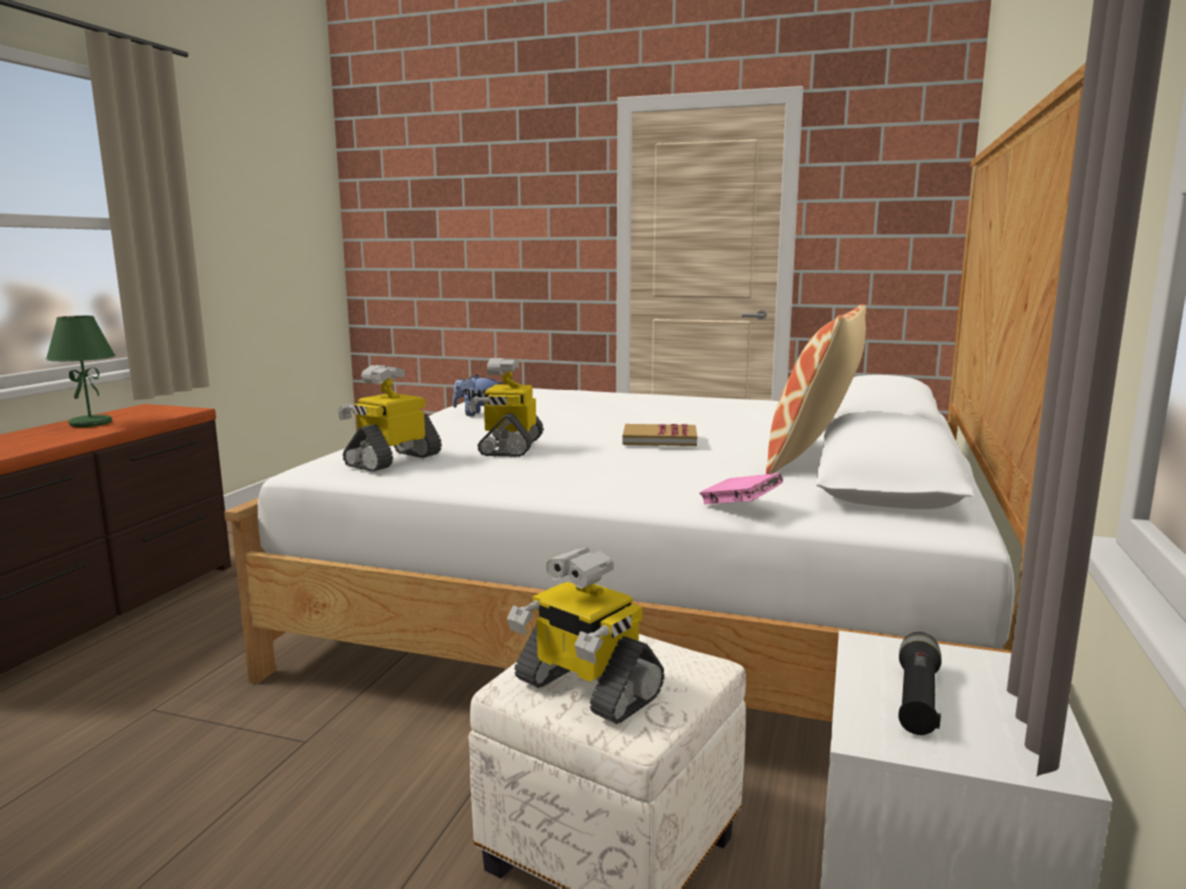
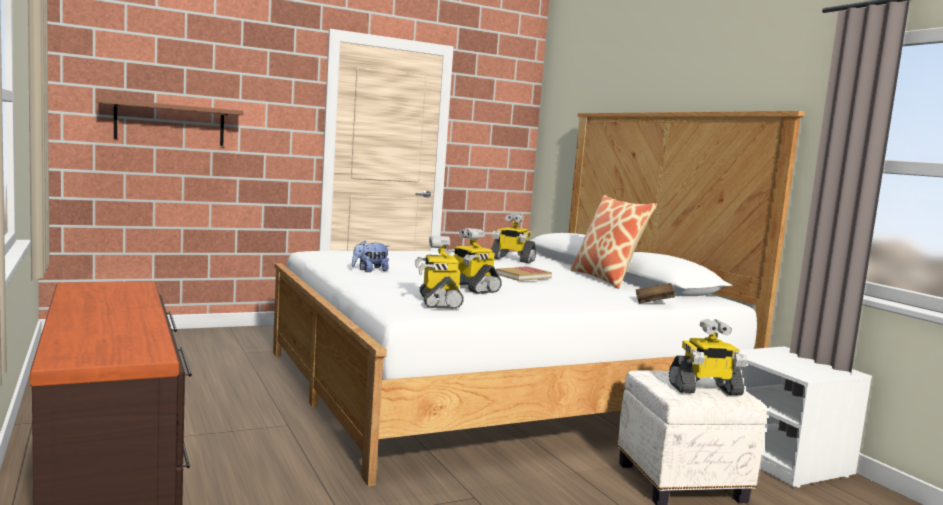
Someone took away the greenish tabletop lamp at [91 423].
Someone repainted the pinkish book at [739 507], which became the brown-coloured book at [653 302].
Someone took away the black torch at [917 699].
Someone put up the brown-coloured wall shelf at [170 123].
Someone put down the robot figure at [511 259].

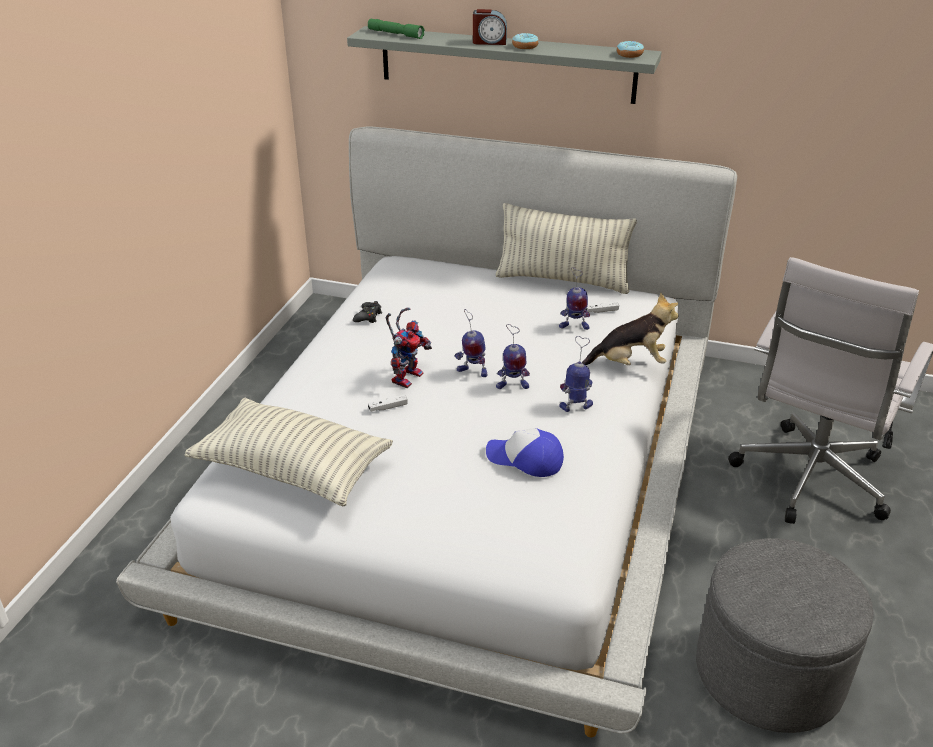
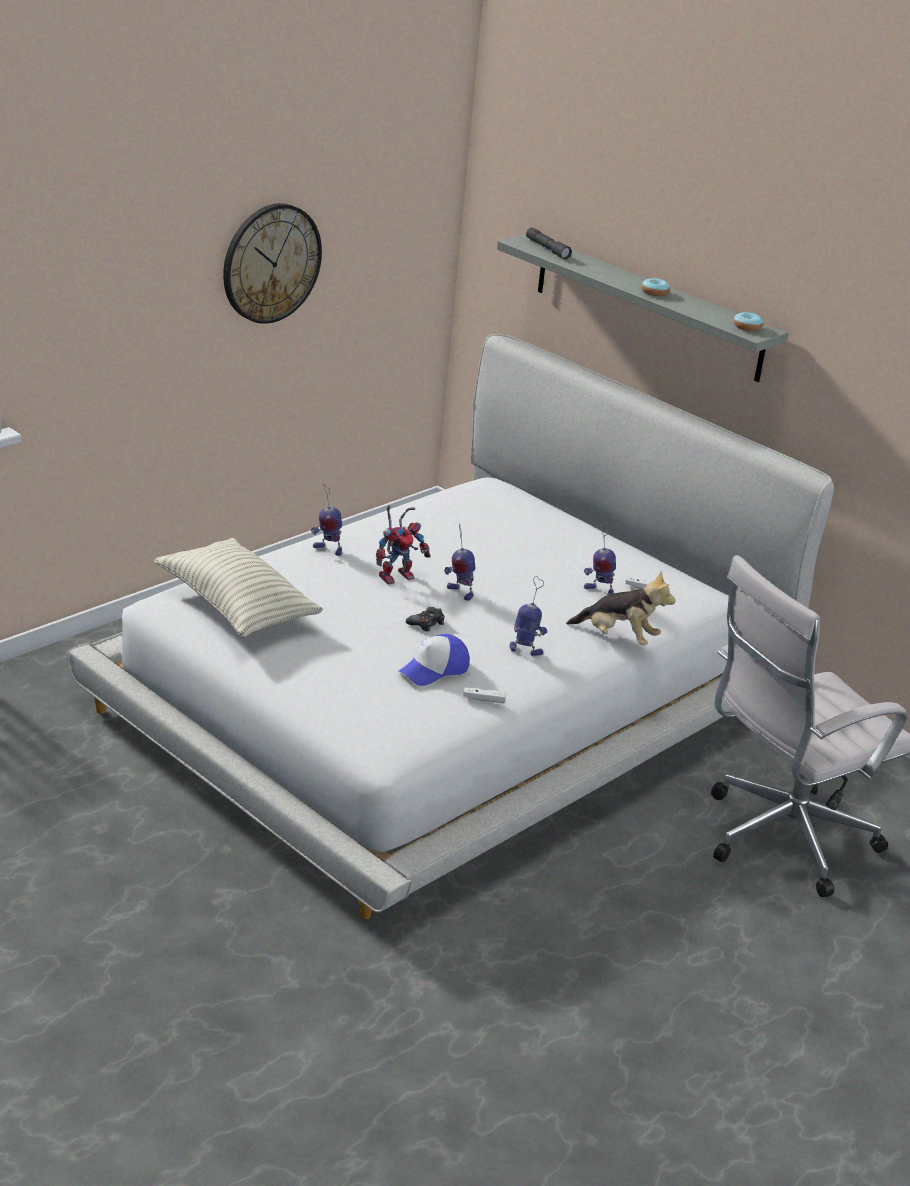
Someone took away the alarm clock at [489 42].
Someone repainted the greenish torch at [395 34], which became the greyish torch at [547 249].
Someone took away the pillow at [563 280].
Someone carried the black gamepad from [368 317] to [426 623].
Someone carried the robot figure from [512 386] to [327 550].
Someone carried the whitish gamepad from [388 407] to [483 699].
Someone rotated the cap at [525 459] by 90 degrees counterclockwise.
Someone took away the greyish pouffe at [768 672].
Someone put up the clock on the wall at [271 263].

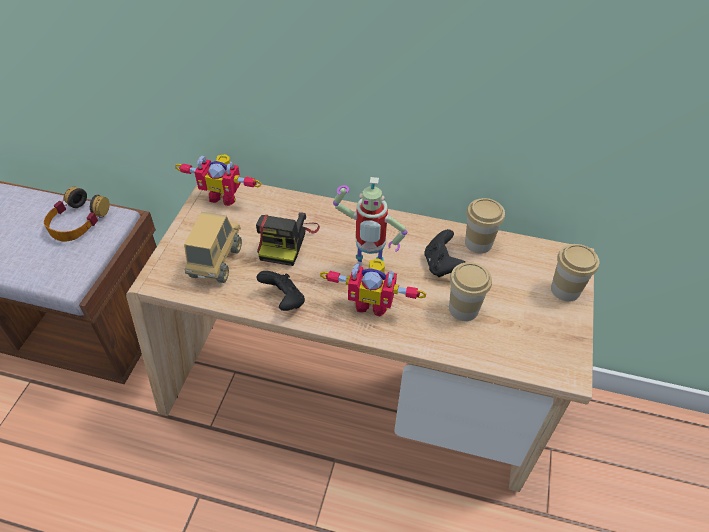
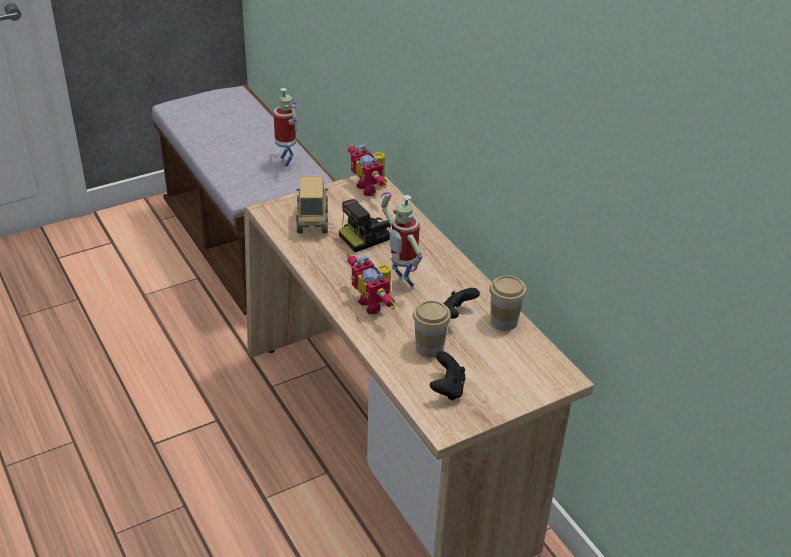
Someone swapped the pair of headphones at [77 221] for the robot figure at [287 164].
Someone rotated the toy lorry at [216 263] by 60 degrees counterclockwise.
Someone took away the drinking cup at [565 290].
Someone carried the black gamepad from [284 301] to [447 389].

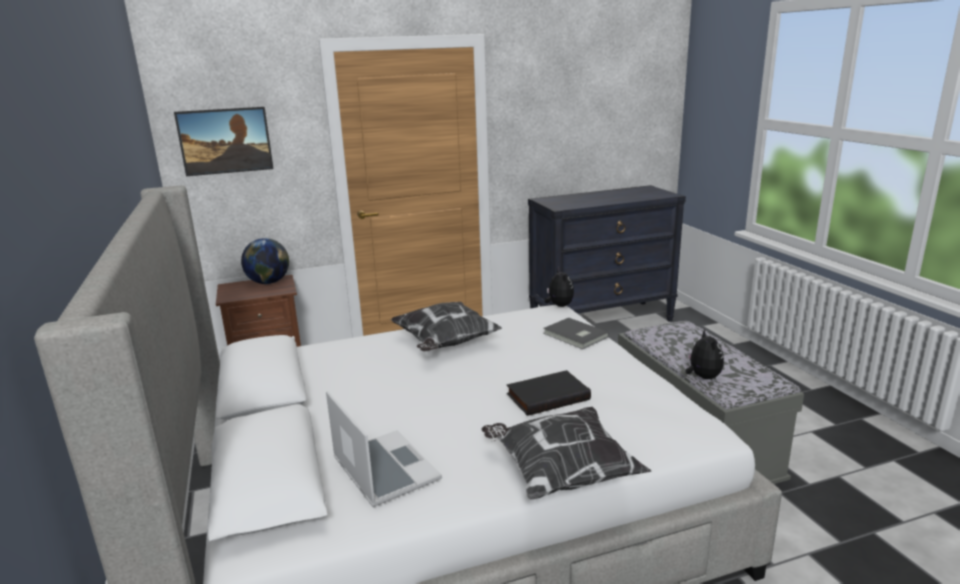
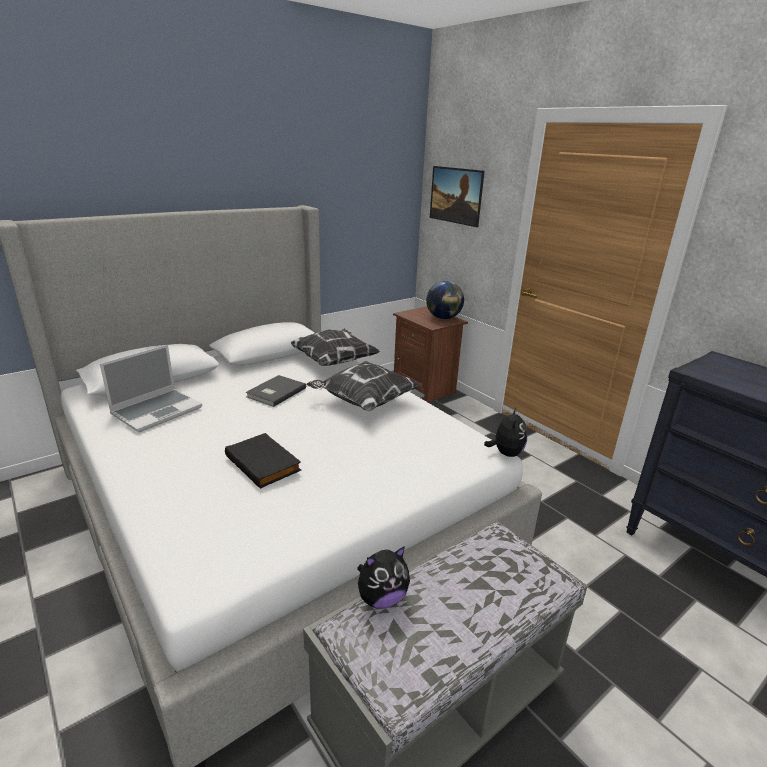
Someone rotated the cuddly toy at [559 306] by 45 degrees counterclockwise.
Someone carried the greyish book from [575 336] to [275 392].
Someone carried the pillow from [560 473] to [334 361].

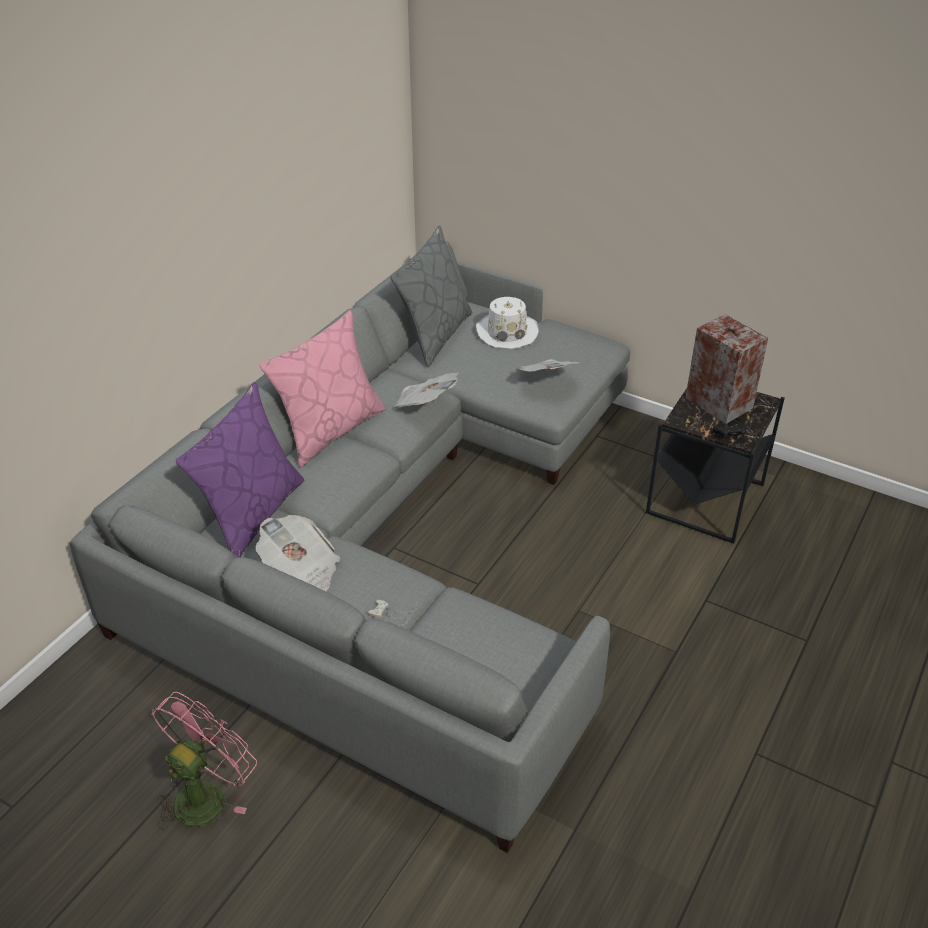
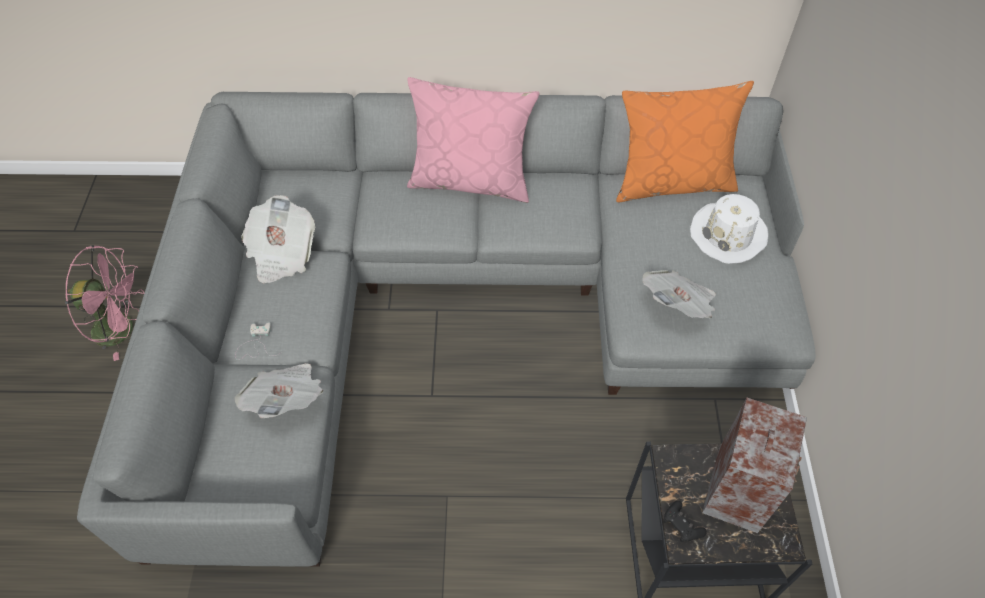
Someone repainted the greyish pillow at [434 335], which became the orange pillow at [672 182].
Someone carried the daily paper from [426 404] to [287 399].
Someone took away the purple-coloured pillow at [252 514].

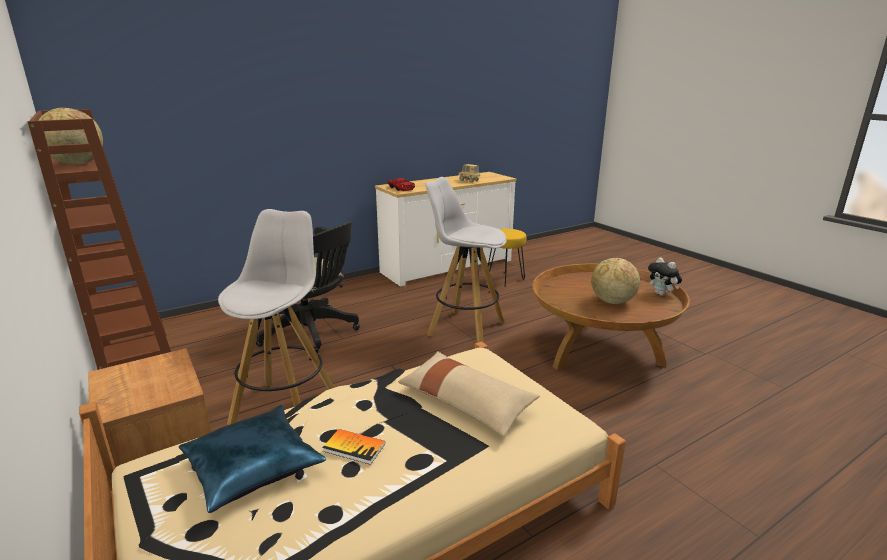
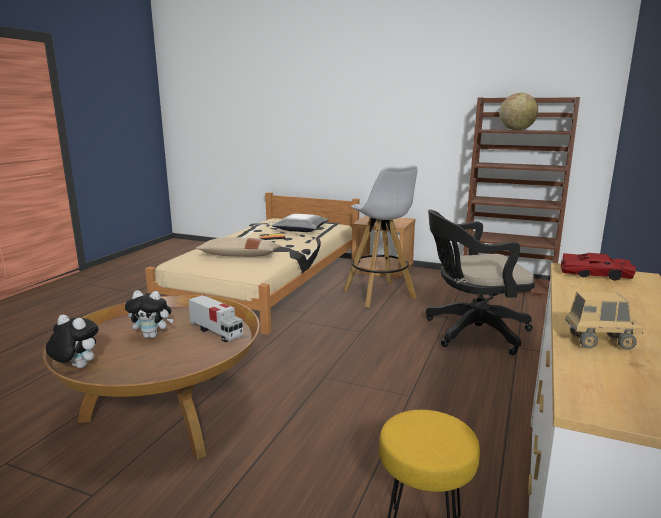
Someone took away the whitish stool at [465 328].
Someone swapped the world globe at [612 301] for the cuddly toy at [152 336].
Someone repainted the blue-coloured pillow at [252 466], which became the greyish pillow at [301 229].
Someone put down the toy lorry at [216 332].

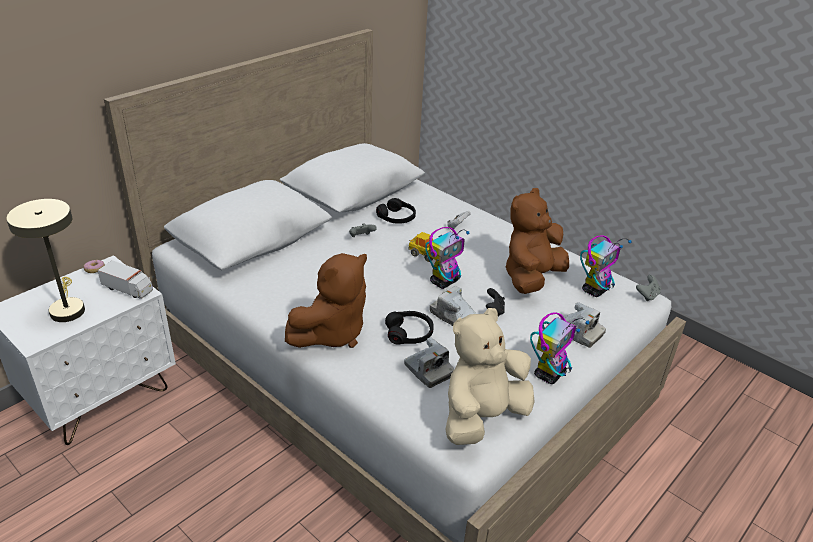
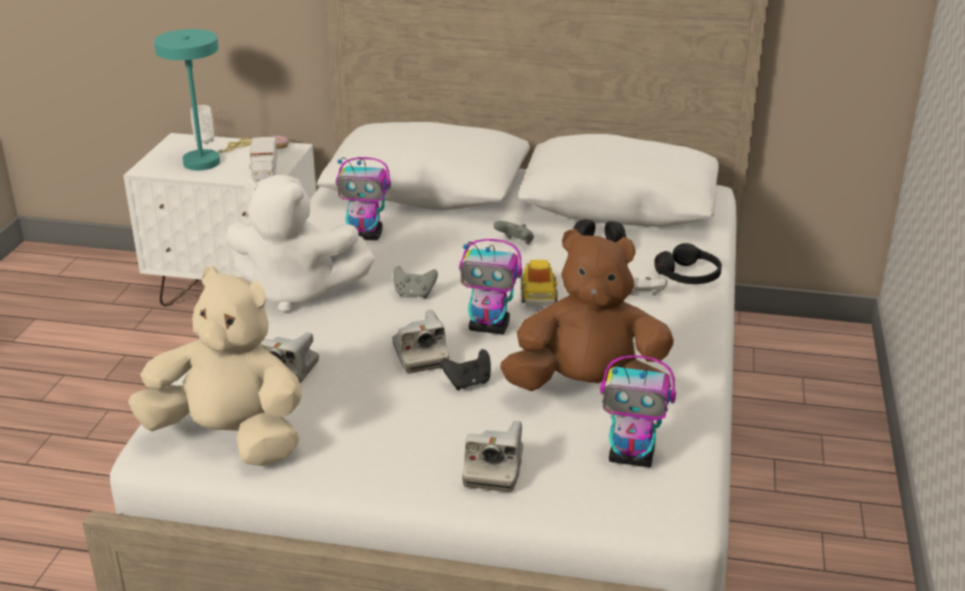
Someone repainted the beige tabletop lamp at [67 308], which became the turquoise tabletop lamp at [207 160].
Someone repainted the brown-coloured cuddly toy at [331 333], which became the whitish cuddly toy at [297 292].
Someone carried the greyish gamepad from [647 296] to [414 294].
Someone rotated the still camera at [452 315] by 150 degrees clockwise.
Someone carried the black pair of headphones from [409 333] to [688 275].
Someone carried the robot figure from [550 374] to [366 235].
Someone put down the drinking cup at [204 141].

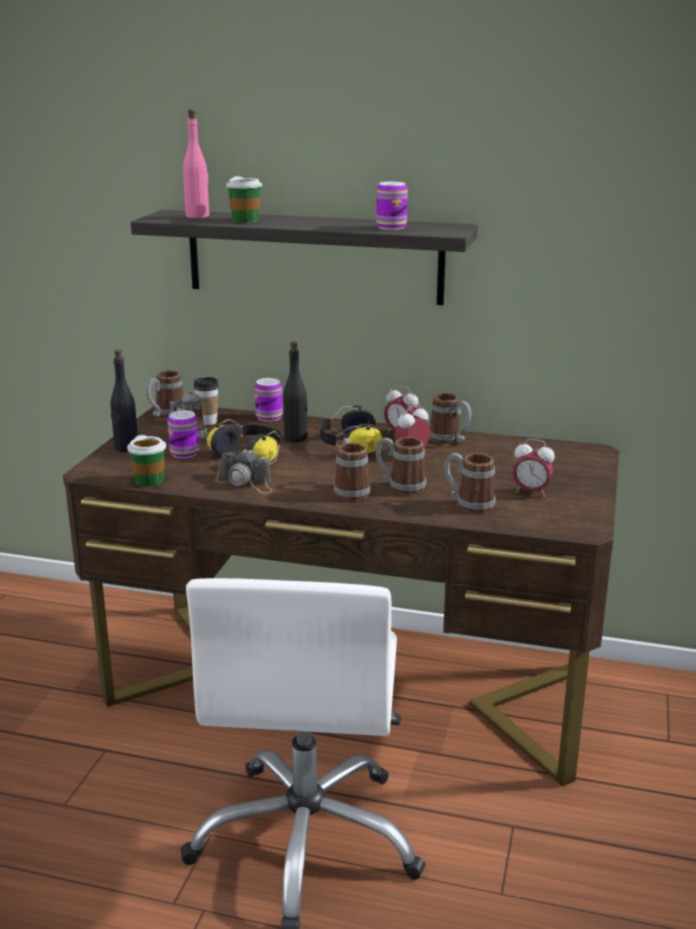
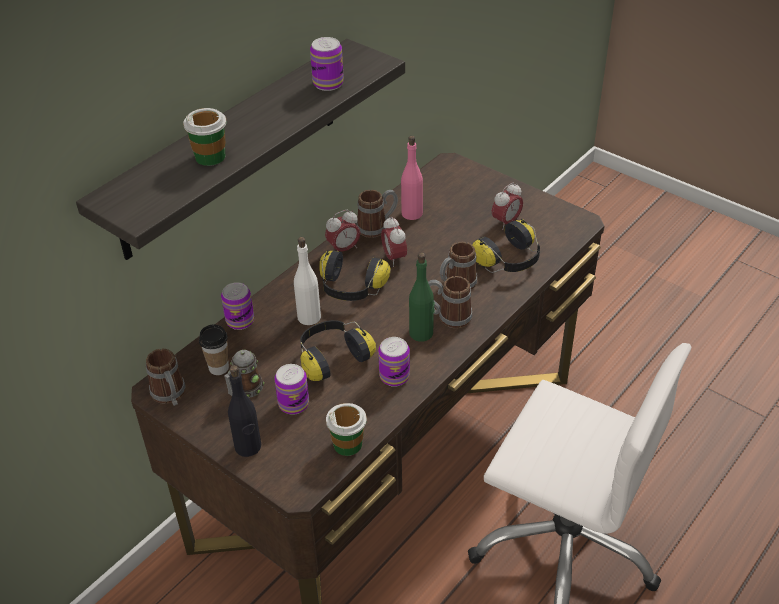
Someone carried the pinkish beverage bottle from [198 216] to [412 213].
Someone repainted the black beverage bottle at [296 438], which became the whitish beverage bottle at [309 317].
Someone swapped the still camera at [246 483] for the sealed can at [394 376].
Someone swapped the mug at [468 504] for the pair of headphones at [509 260].
Someone put down the greenish beverage bottle at [421 333].

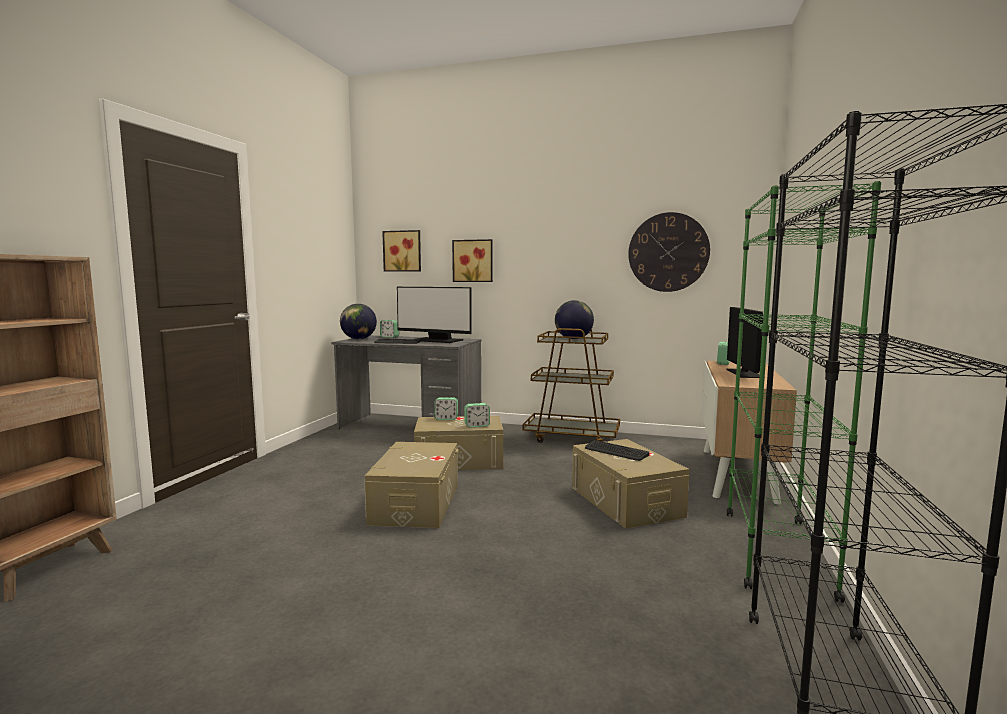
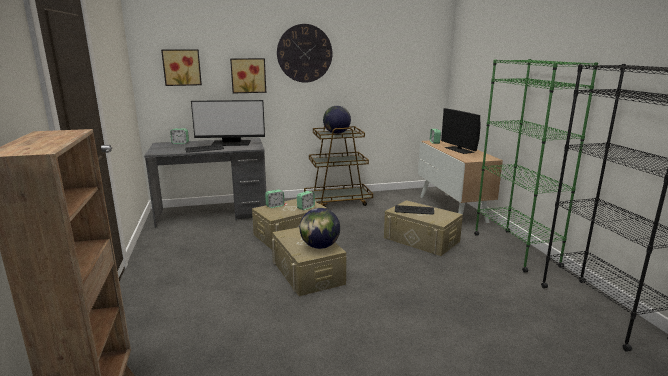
Someone carried the clock on the wall from [668 252] to [304 53].
Someone carried the world globe from [358 339] to [319 246].

